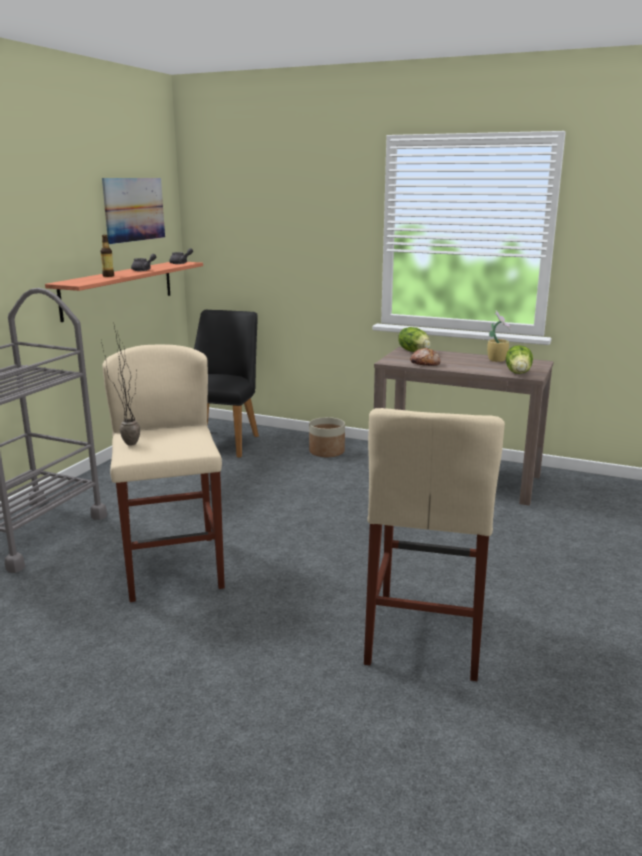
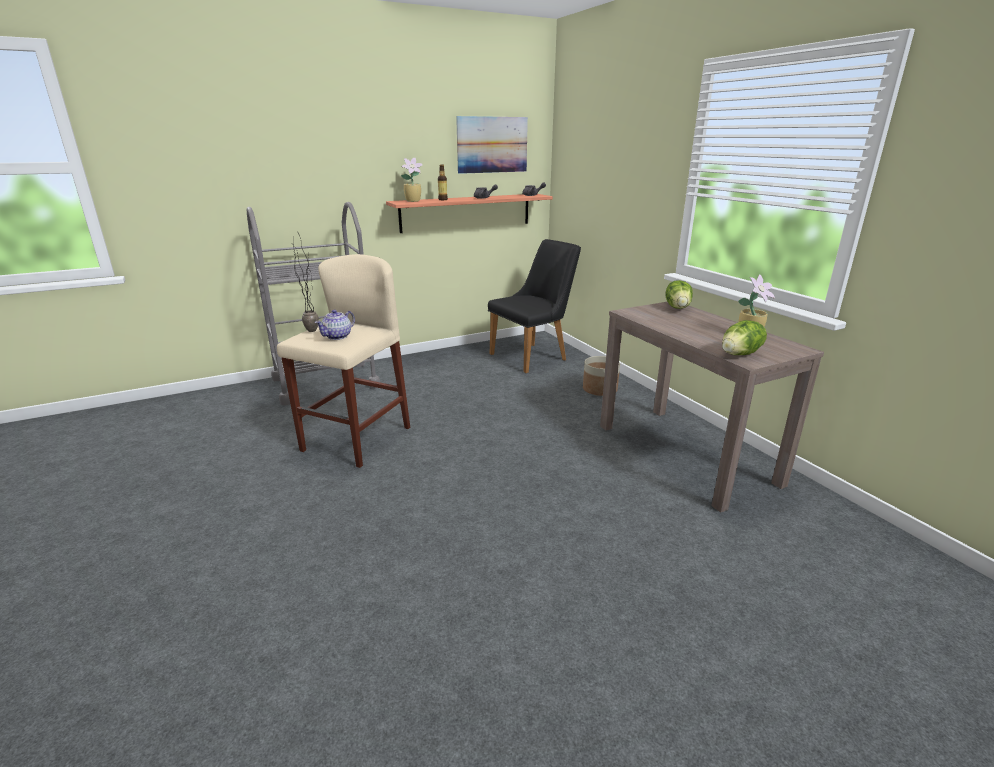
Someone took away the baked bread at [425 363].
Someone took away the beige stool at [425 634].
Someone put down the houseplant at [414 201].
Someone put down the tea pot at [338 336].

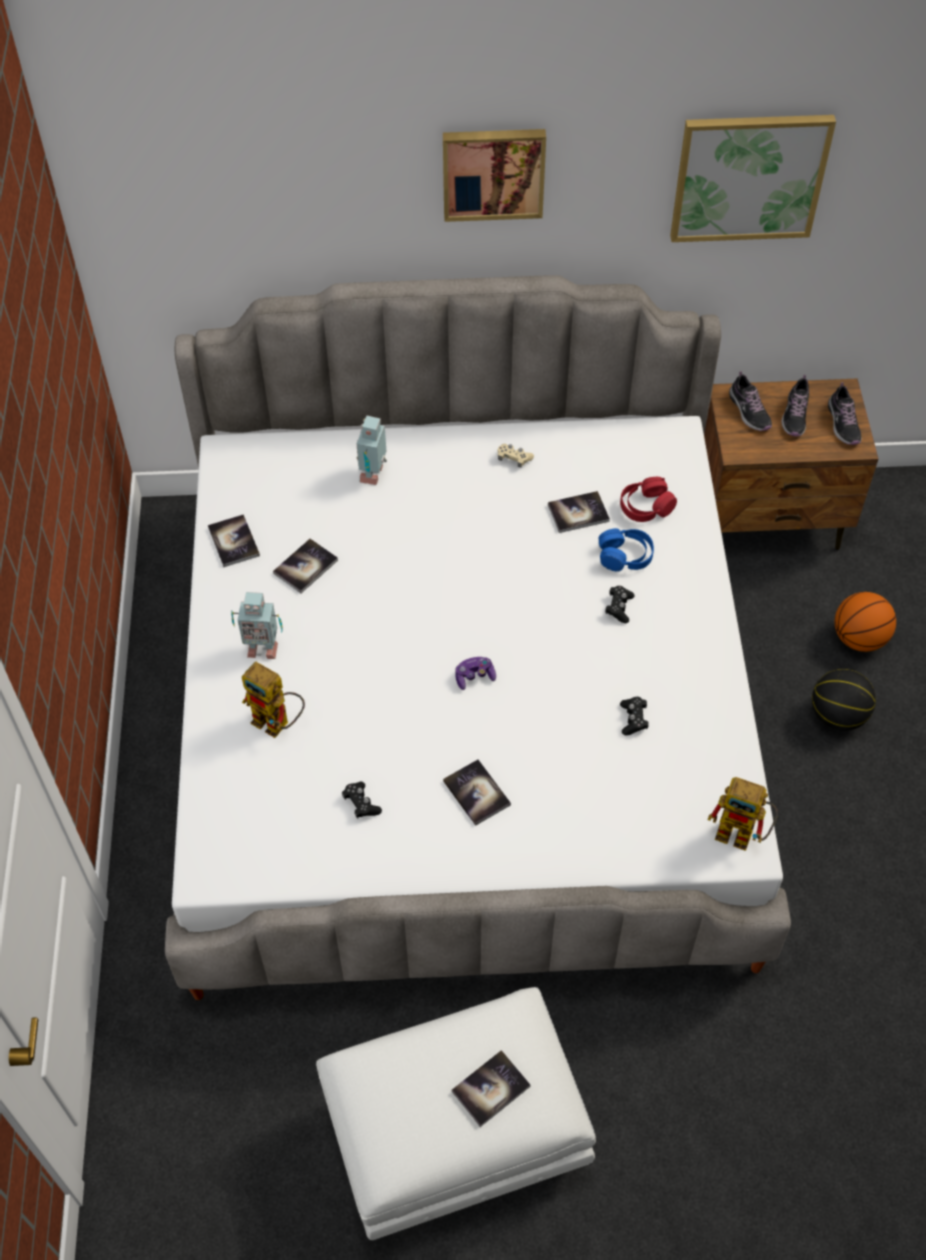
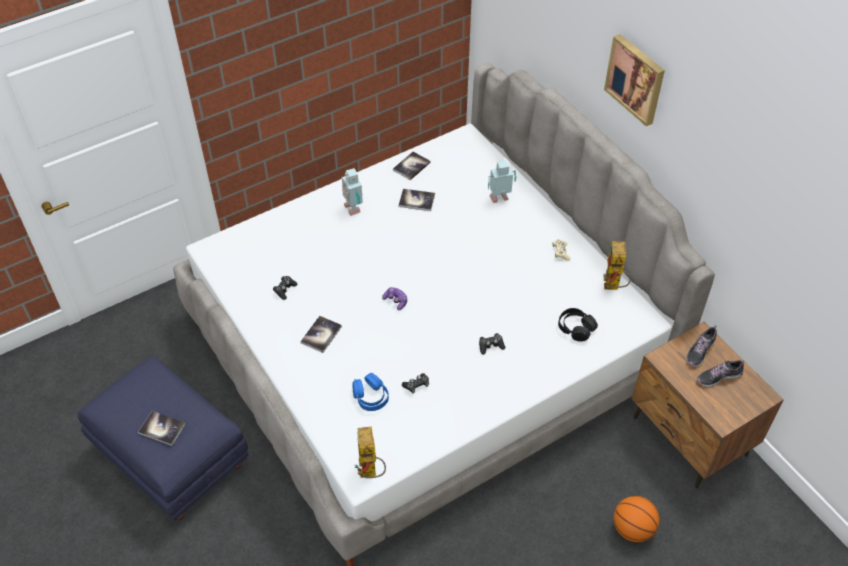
Someone took away the wall picture at [749 177].
Someone took away the item of footwear at [843 423].
Someone repainted the red pair of headphones at [646 507], which became the black pair of headphones at [576 328].
Someone took away the book at [578 513].
Someone carried the blue-coloured pair of headphones from [625 556] to [370 397].
Someone carried the robot figure from [278 724] to [613 286].
Someone took away the ball for basketball at [837 715].
Someone repainted the whitish pouffe at [453 1137], which became the blue-coloured pouffe at [171 458].

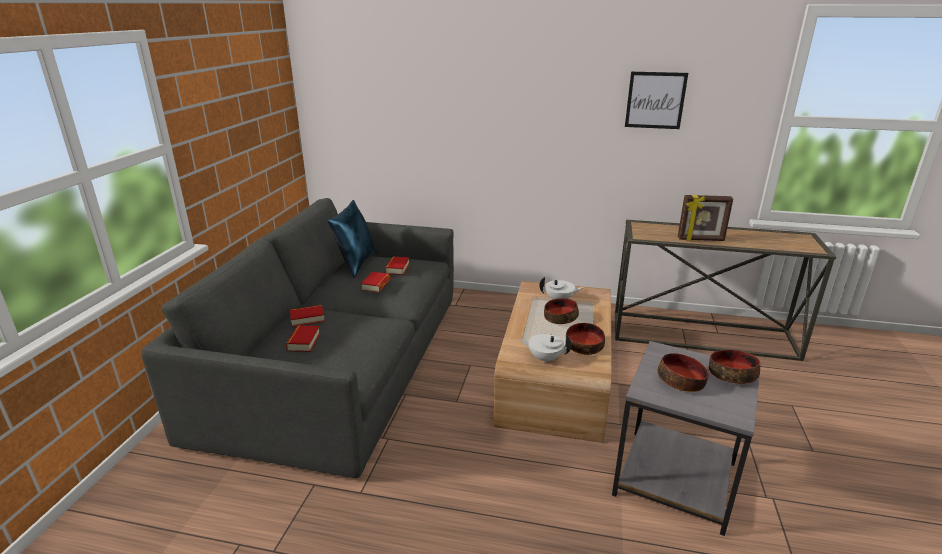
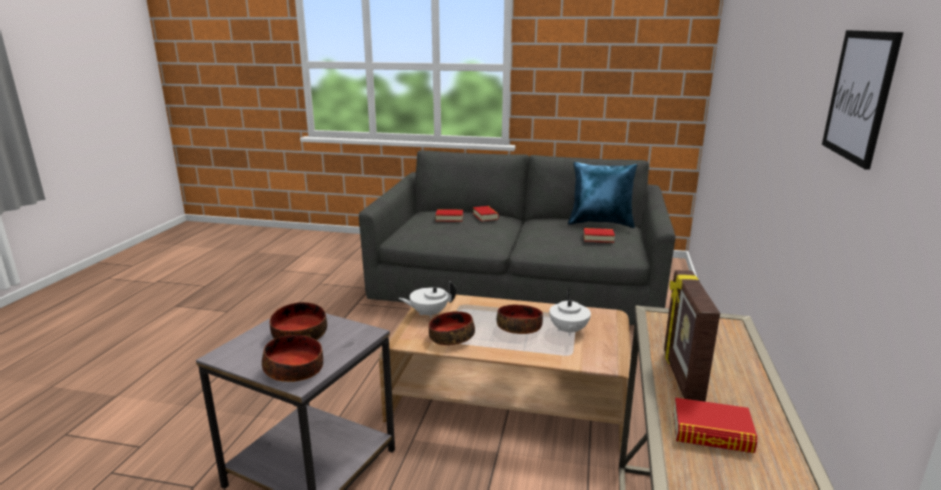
Someone carried the book from [376 285] to [711 433].
Someone rotated the whitish tea pot at [544 358] by 120 degrees counterclockwise.

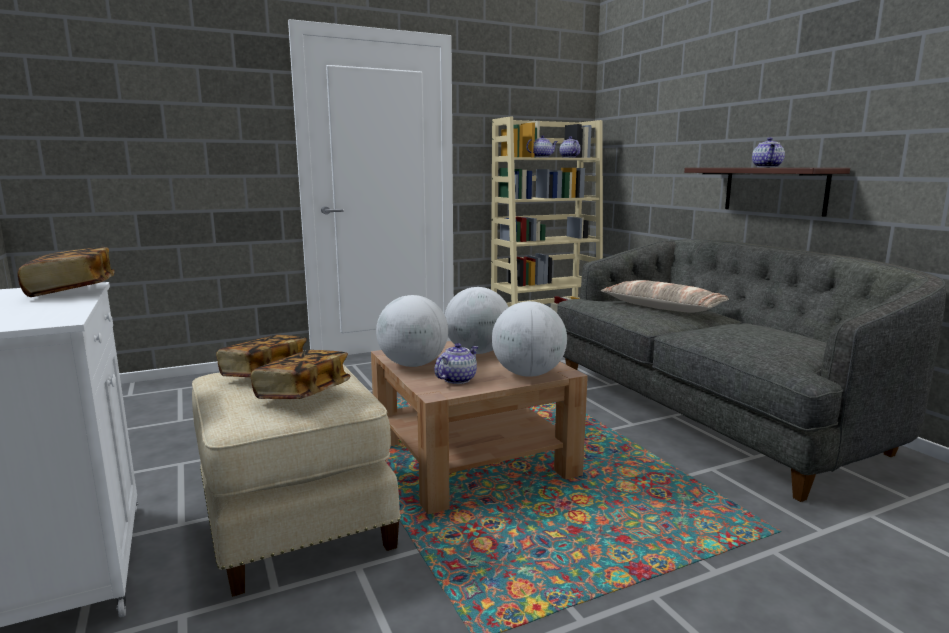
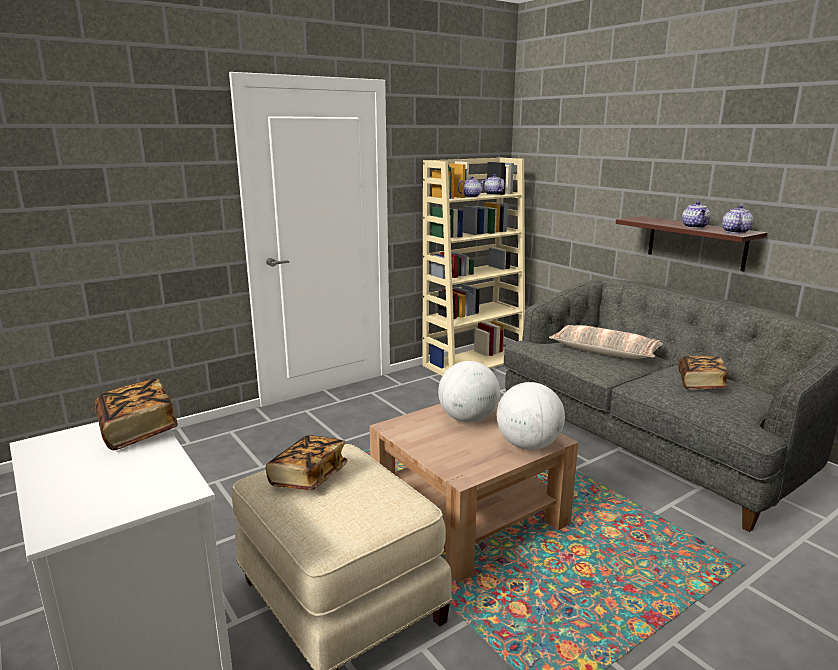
Someone took away the world globe at [413 365].
Someone carried the tea pot from [457 379] to [735 232].
Someone carried the book from [303 393] to [700 384].

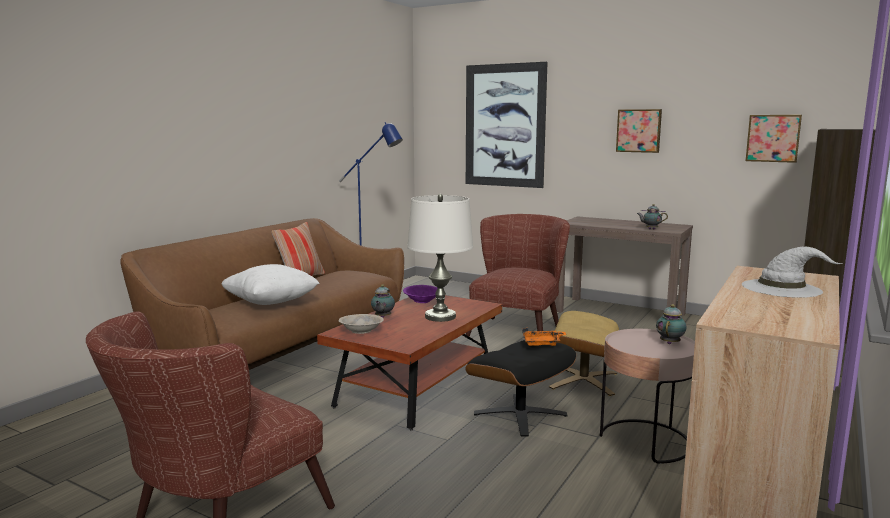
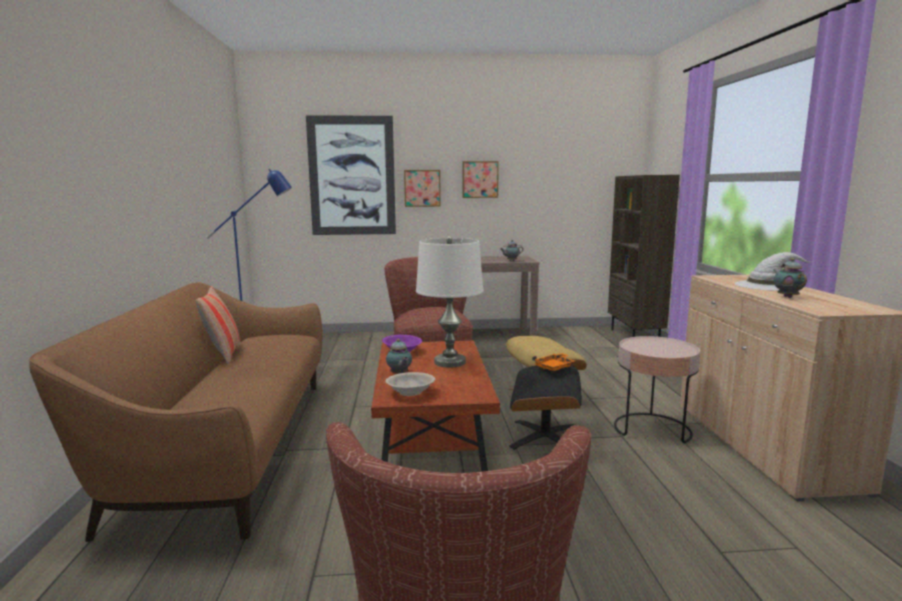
Someone carried the wall picture from [773 138] to [422 188].
Someone took away the whitish pillow at [271 303].
Someone carried the tea pot from [670 342] to [786 297].

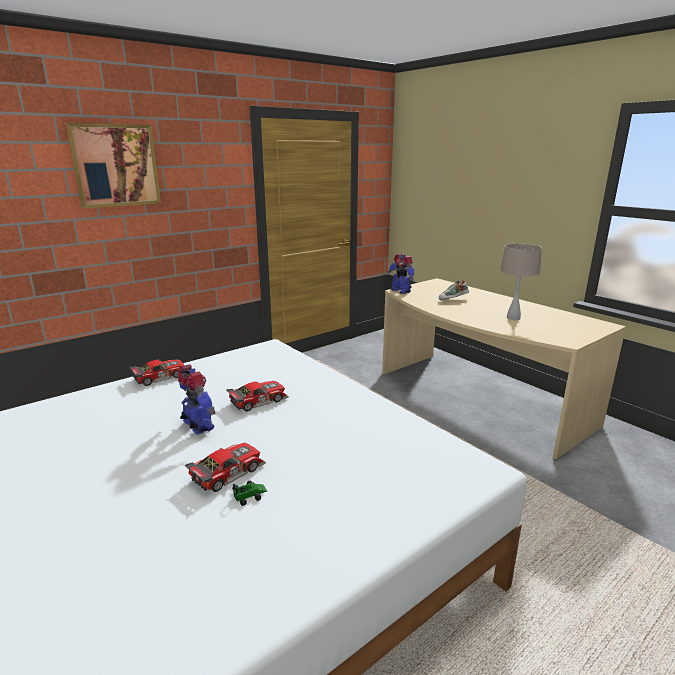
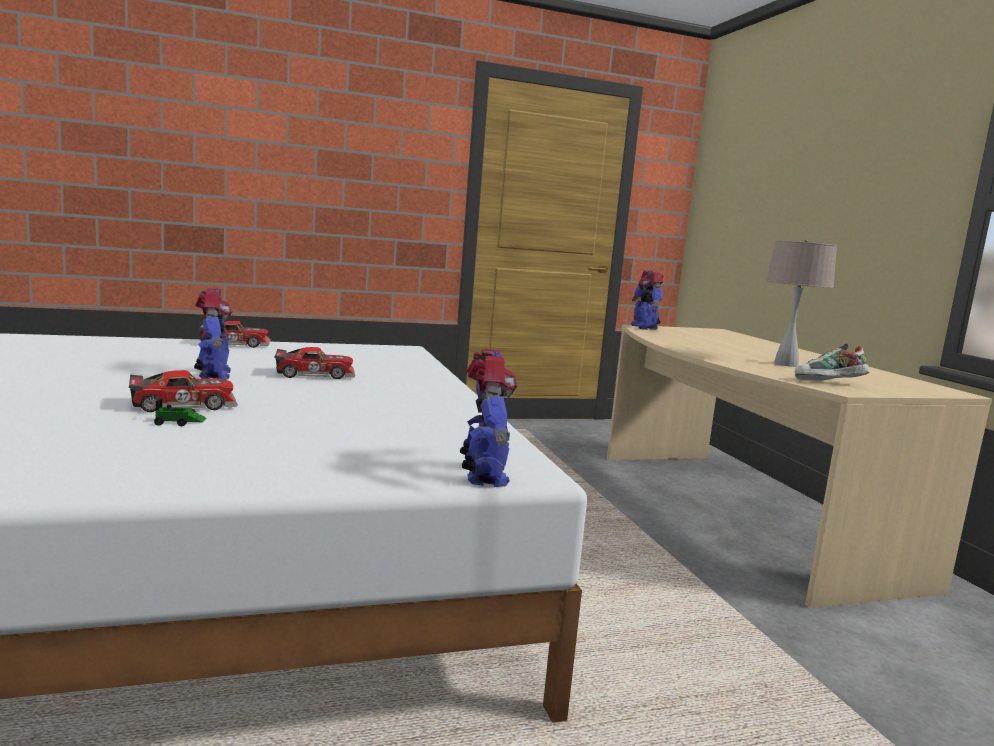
Someone took away the wall picture at [115 165].
Someone carried the item of footwear from [453 300] to [829 383].
Someone put down the robot figure at [483 475].

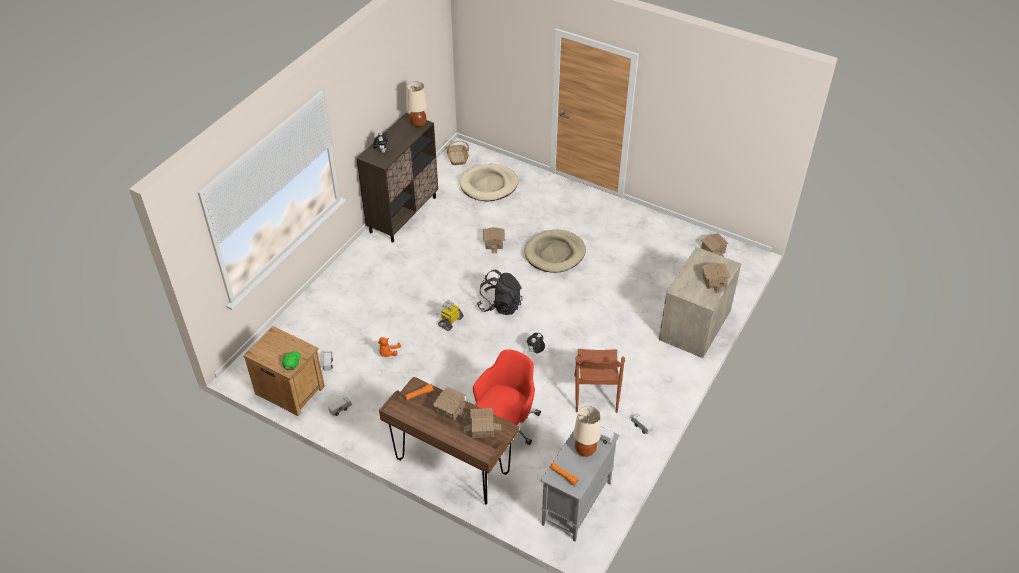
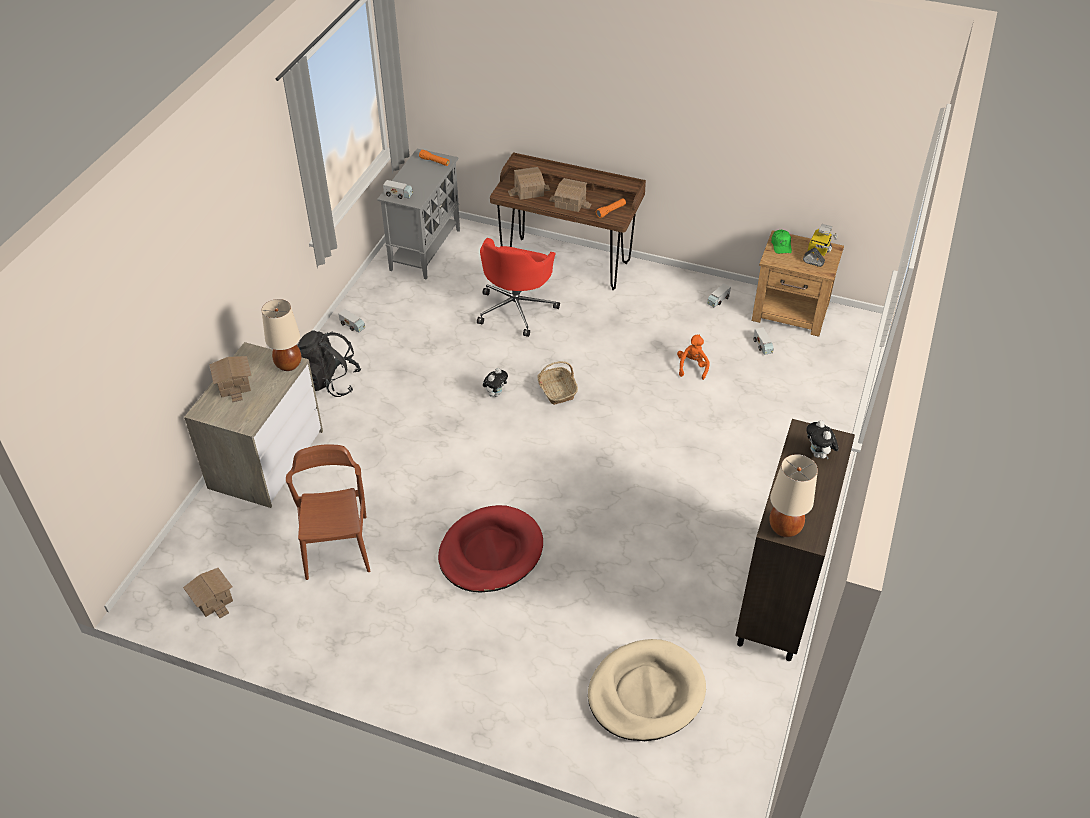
Someone carried the basket from [457 158] to [557 390].
Someone took away the toy house at [494 243].
Someone repainted the beige pet bed at [555 253], which became the red pet bed at [490 552].
Someone carried the black knapsack from [500 305] to [328 382].
Someone carried the robot figure from [450 321] to [817 256].
Someone carried the brown-coloured plain chair from [595 393] to [337 547].
Someone carried the beige tabletop lamp from [585 450] to [289 364].

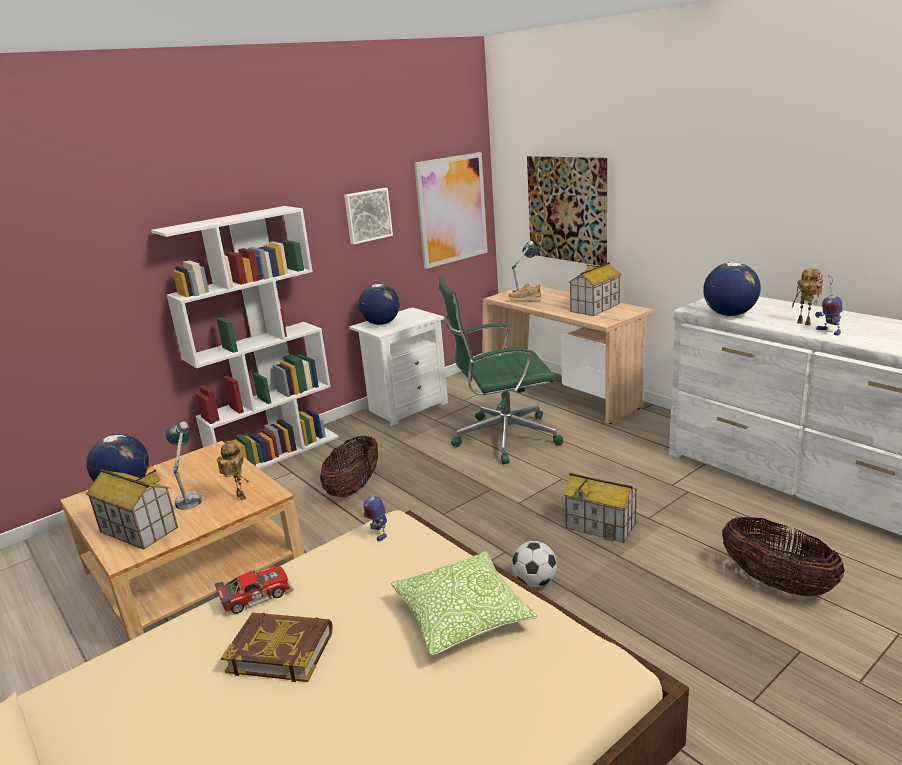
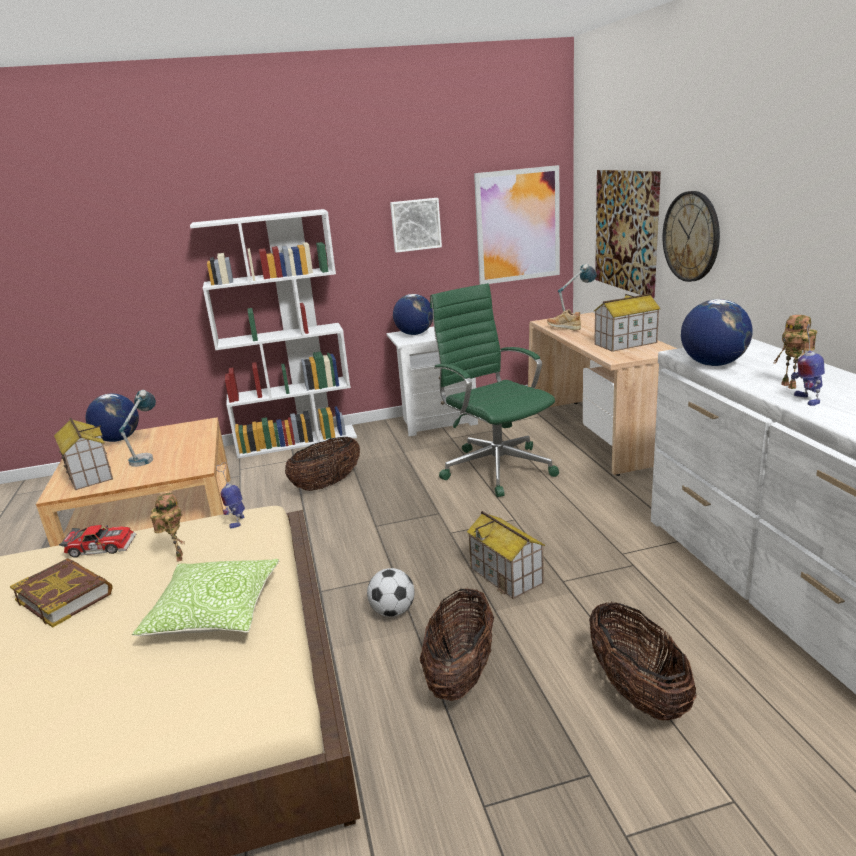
Someone rotated the greenish computer chair at [503 438] by 45 degrees clockwise.
Someone carried the robot figure from [239 497] to [177 557].
Someone put up the clock on the wall at [691 236].
Someone put down the basket at [460 673].

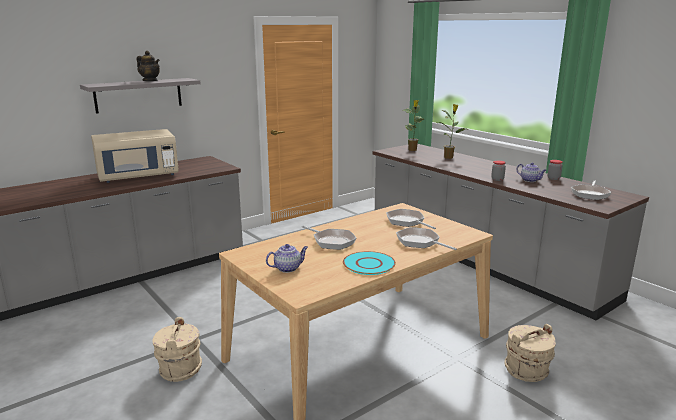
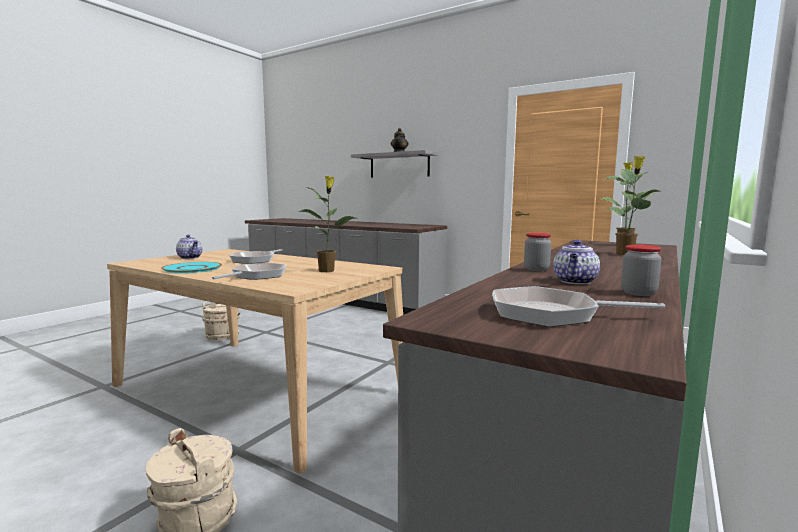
Someone took away the beige kitchen microwave at [138 176].
Someone swapped the frying pan at [407 222] for the houseplant at [327 270].

